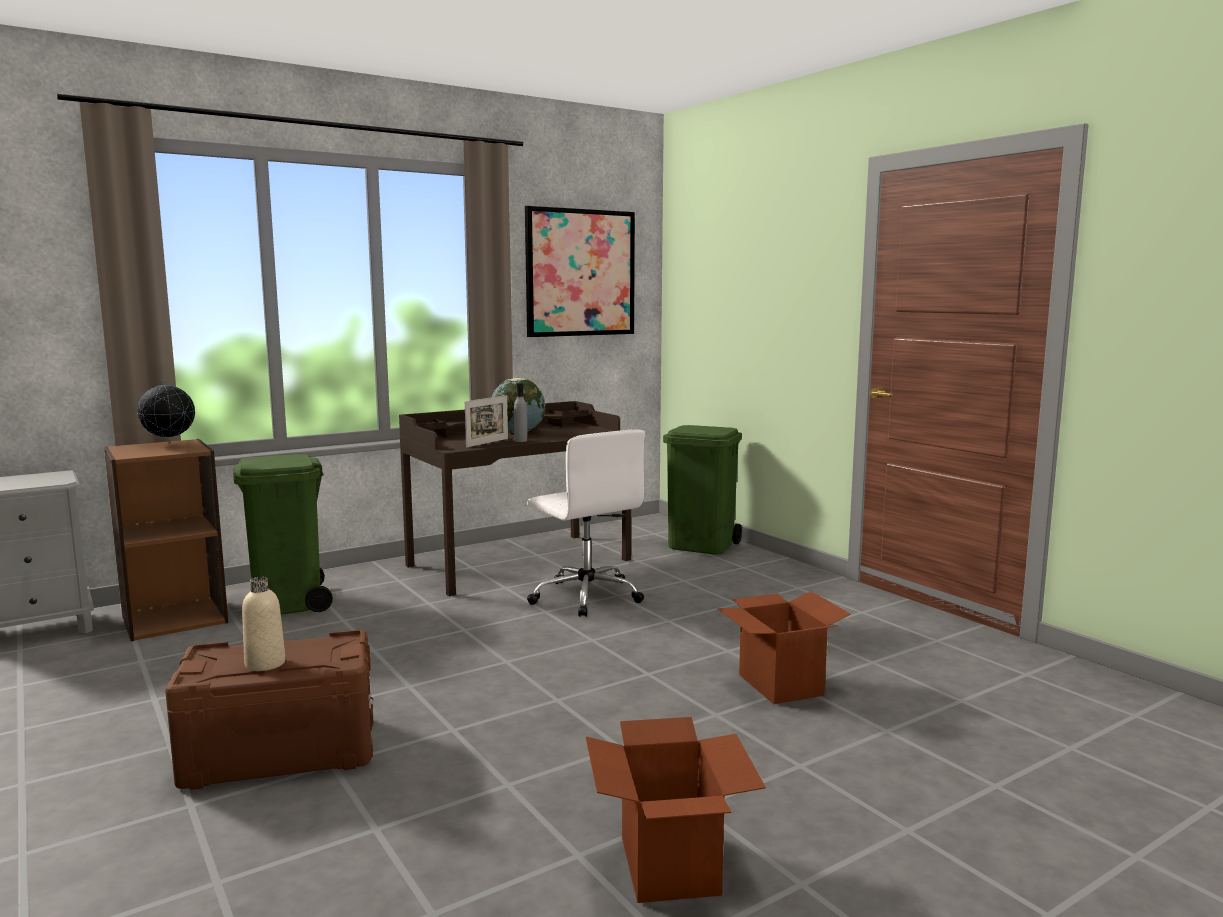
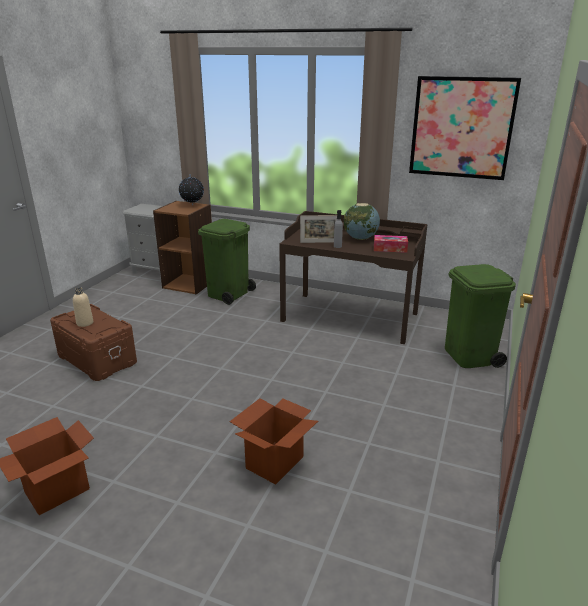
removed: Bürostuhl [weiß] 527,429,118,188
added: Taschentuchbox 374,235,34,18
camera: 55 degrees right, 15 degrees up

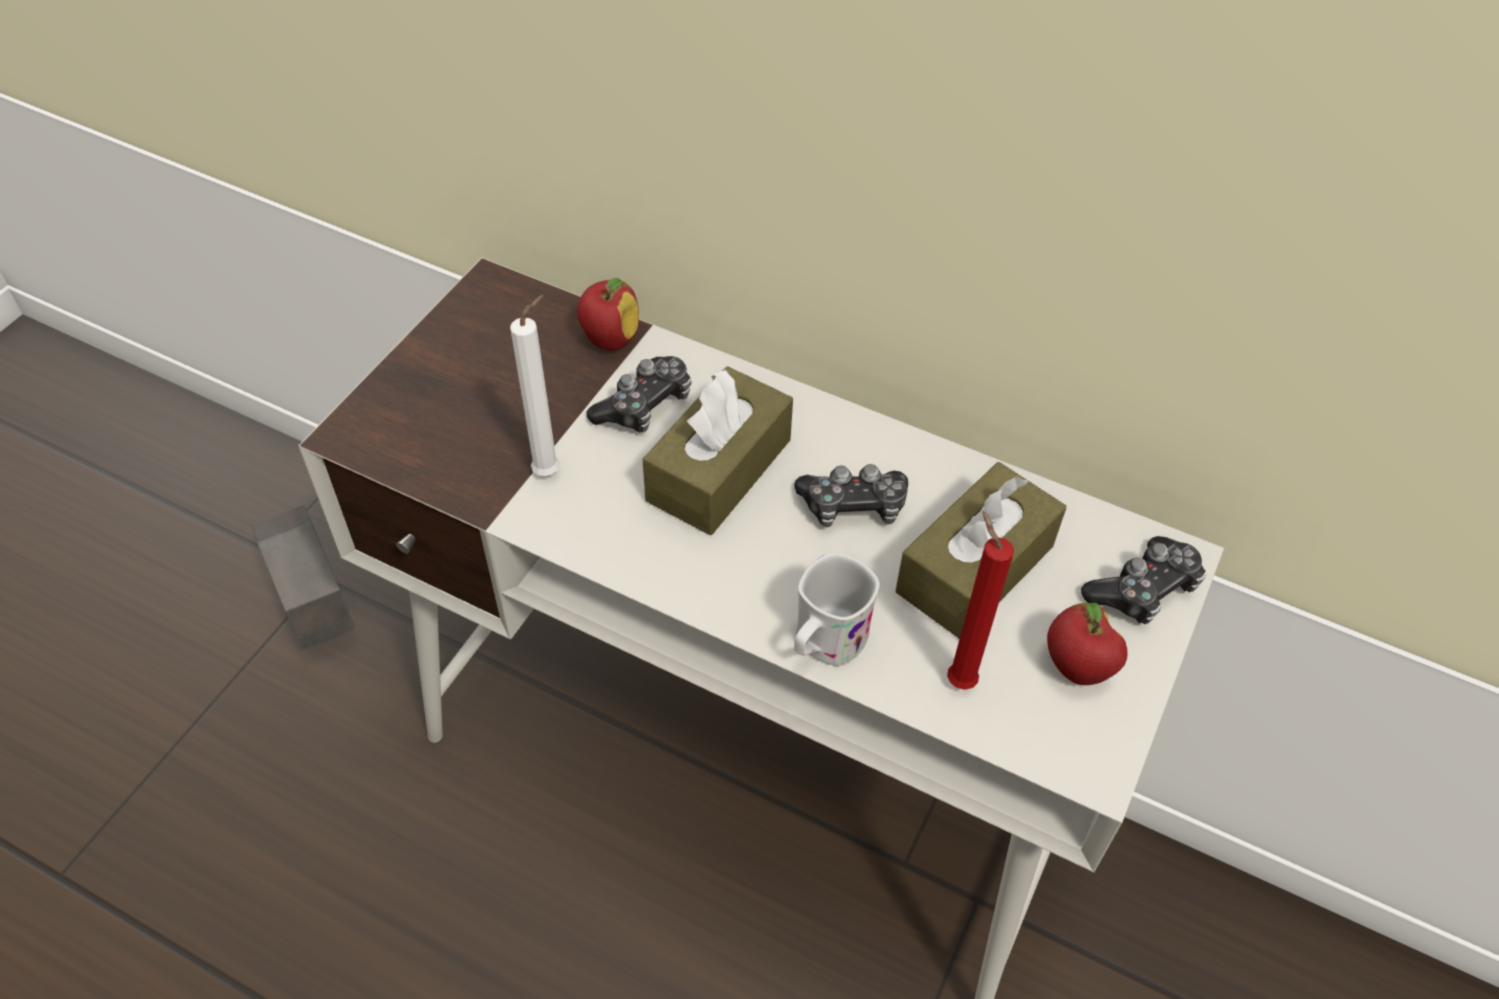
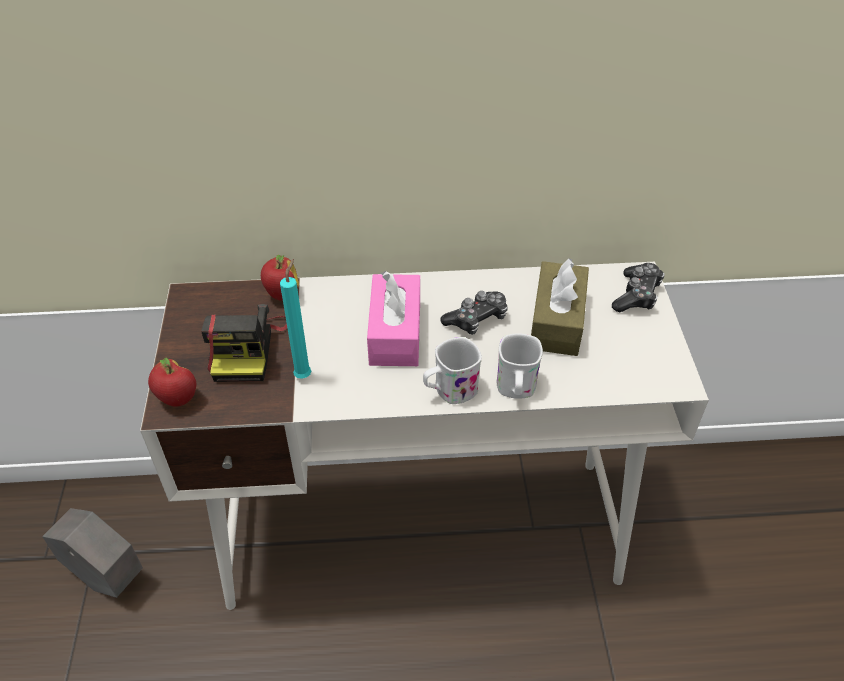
removed: Gamepad 587,356,104,77; Kerze [rot] 947,511,67,179
added: Kamera 201,304,86,78; Henkelbecher [weiß] 423,337,59,67
moved: Apfel 1047,603,80,82 to 148,358,48,48
recoloured: Kerze [weiß] 510,295,50,181 to Kerze [türkis] 280,259,31,120; Taschentuchbox [braun] 643,366,150,169 to Taschentuchbox [rosa] 367,271,53,95
camera: 30 degrees left, 5 degrees down

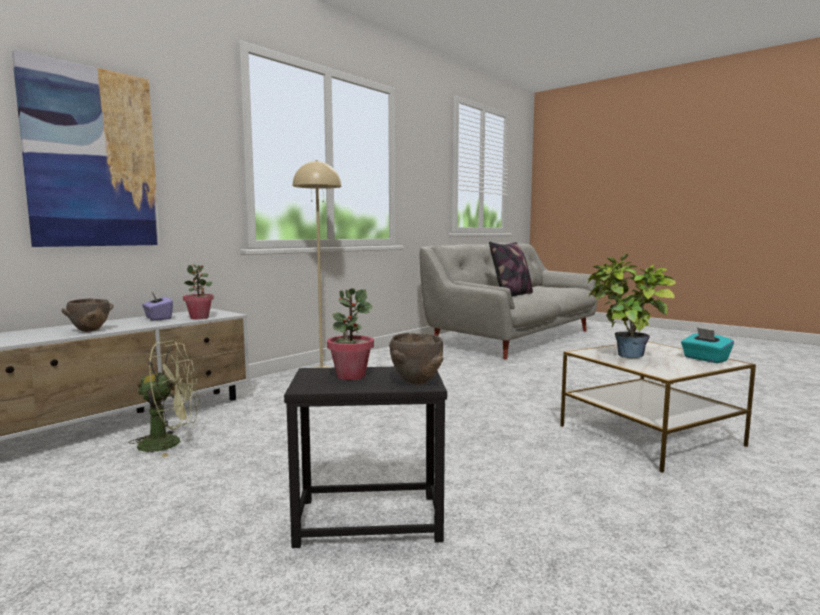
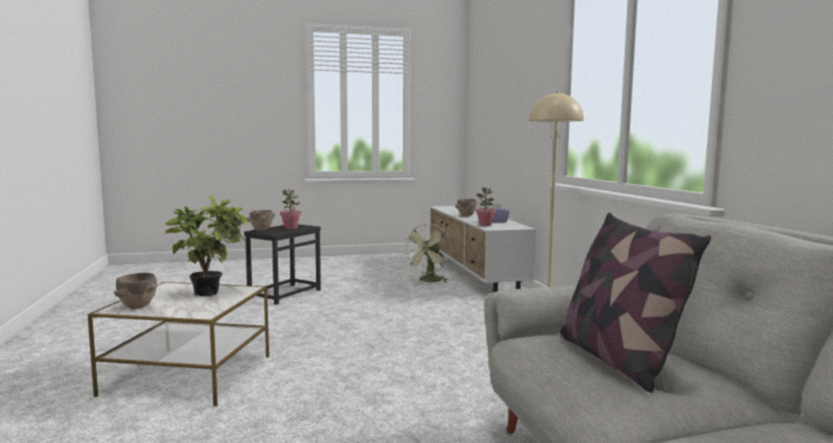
removed: Bild 12,50,148,197
replaced: Taschentuchbox [türkis] 681,327,53,36 to Schüssel [braun] 114,273,43,36
camera: 125 degrees right, 0 degrees up

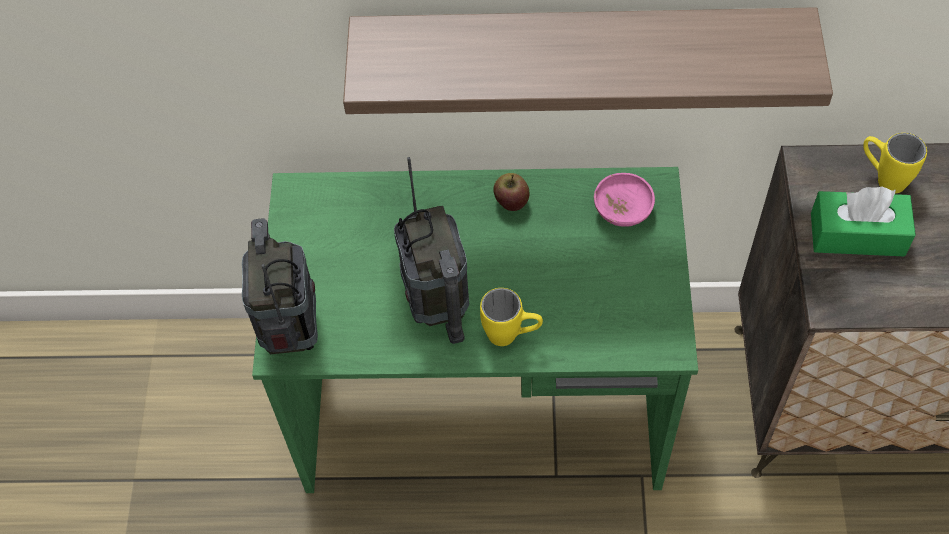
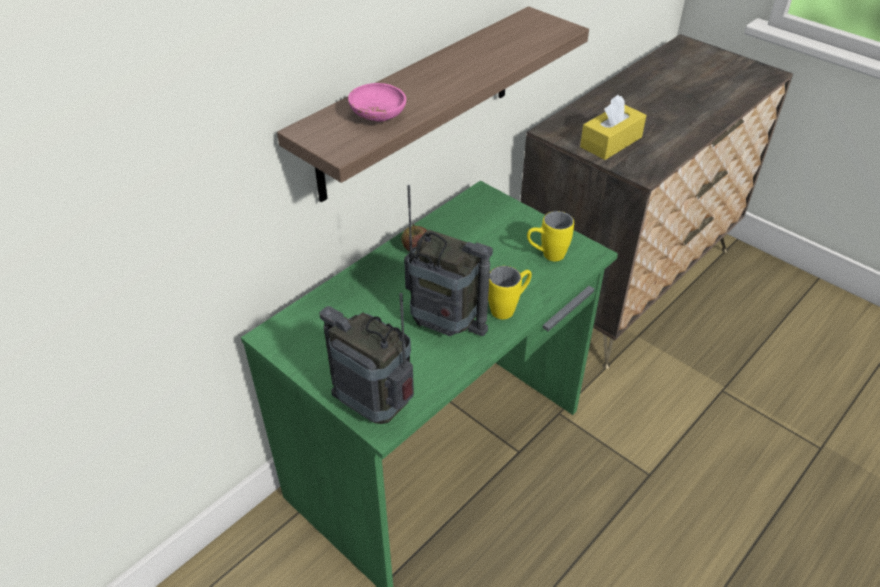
moved: Schüssel [rosa] 594,173,61,54 to 348,83,58,39; Henkelbecher [gelb] 863,133,64,61 to 527,211,47,50
recoloured: Taschentuchbox [grün] 811,186,105,70 to Taschentuchbox [gelb] 580,95,66,65
camera: 50 degrees left, 15 degrees down

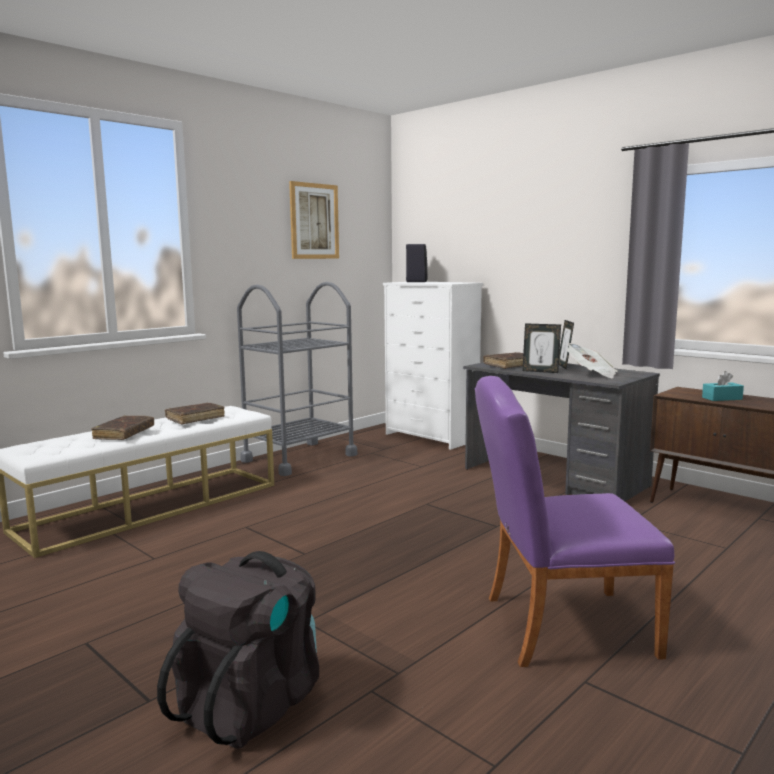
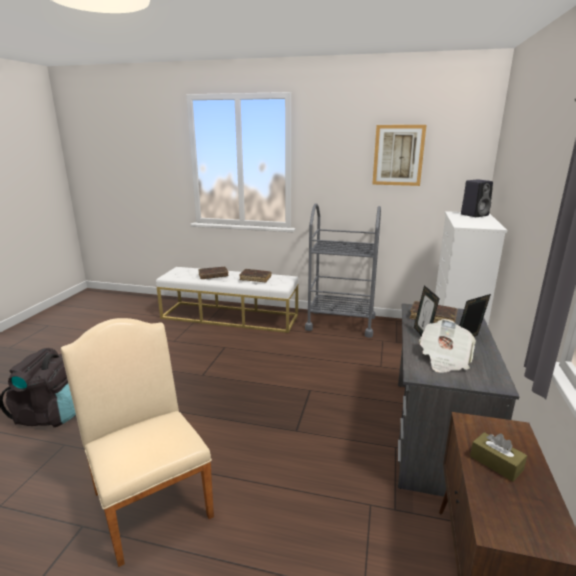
recoloured: Stuhl [lila] 475,376,200,291 to Stuhl [beige] 61,318,153,249; Taschentuchbox [türkis] 702,371,42,30 to Taschentuchbox [braun] 470,432,57,50
camera: 60 degrees right, 10 degrees up

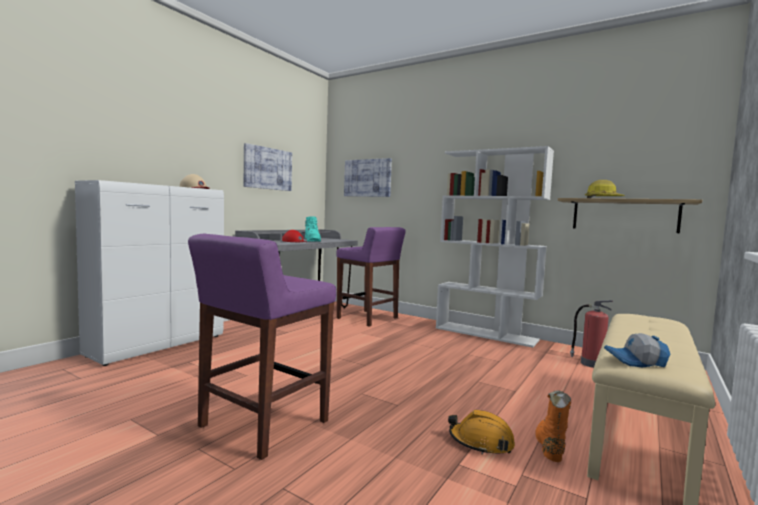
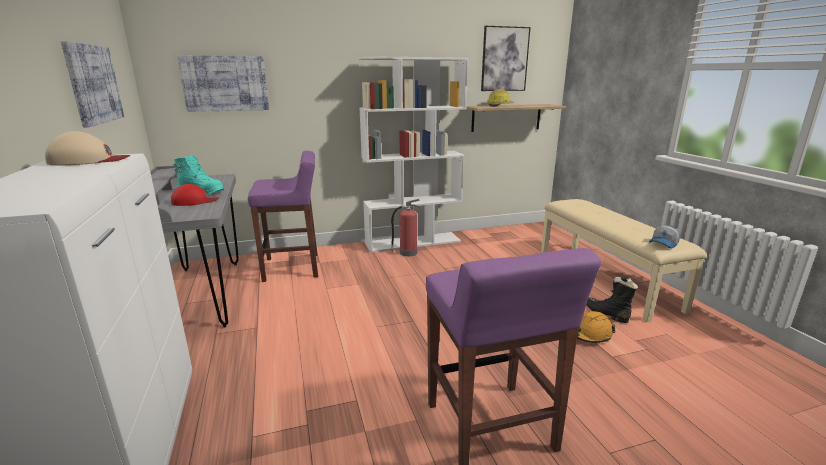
added: Bild 481,26,50,65
moved: Feuerlöscher 570,300,43,68 to 391,199,29,57
recoloured: Stiefel [orange] 535,390,36,72 to Stiefel [schwarz] 586,277,52,46
camera: 50 degrees left, 15 degrees up

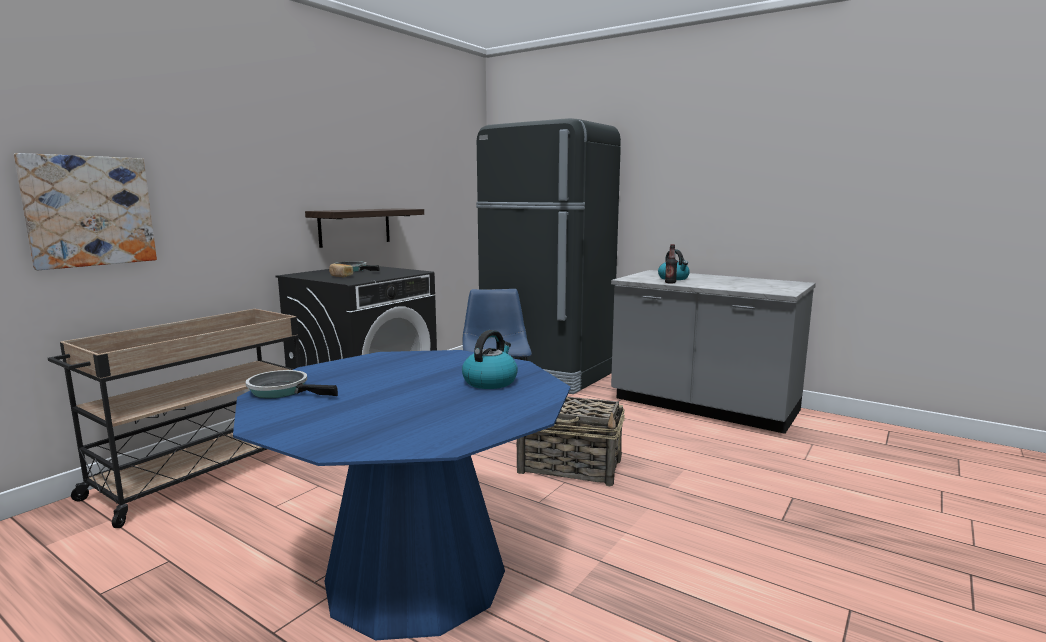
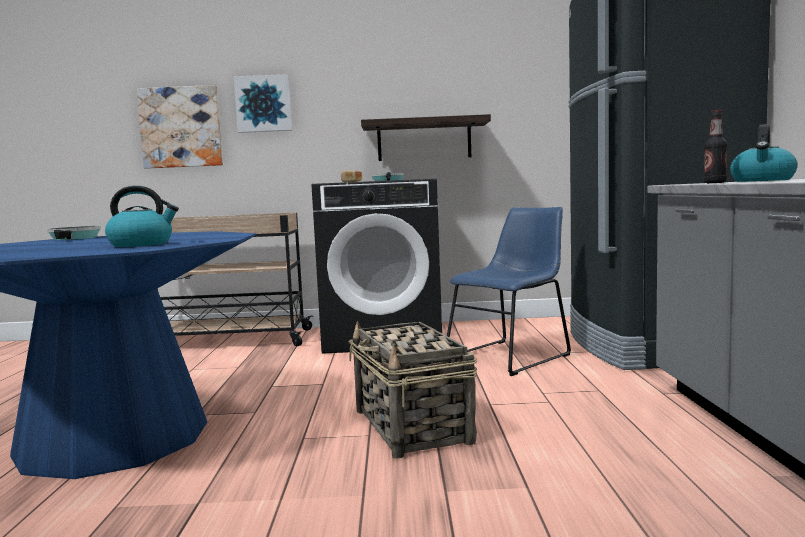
added: Bild 234,74,59,59
camera: 55 degrees right, 5 degrees down

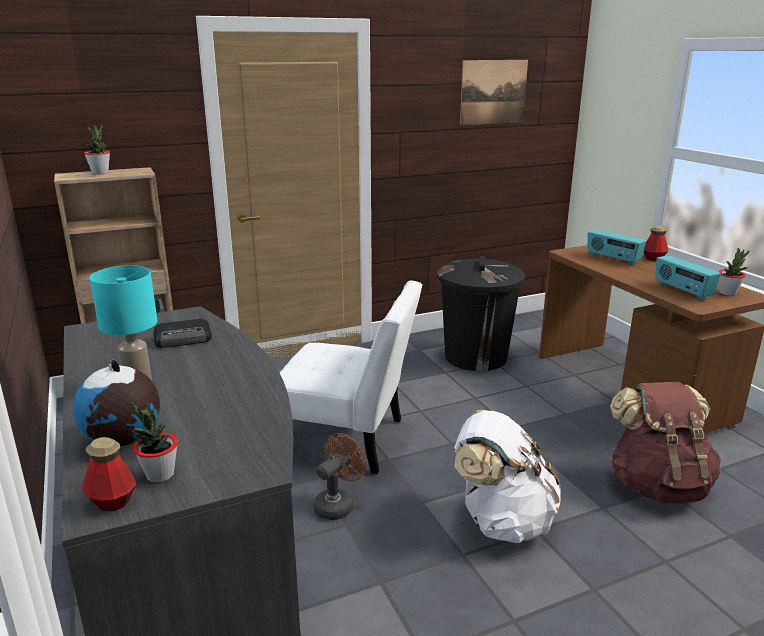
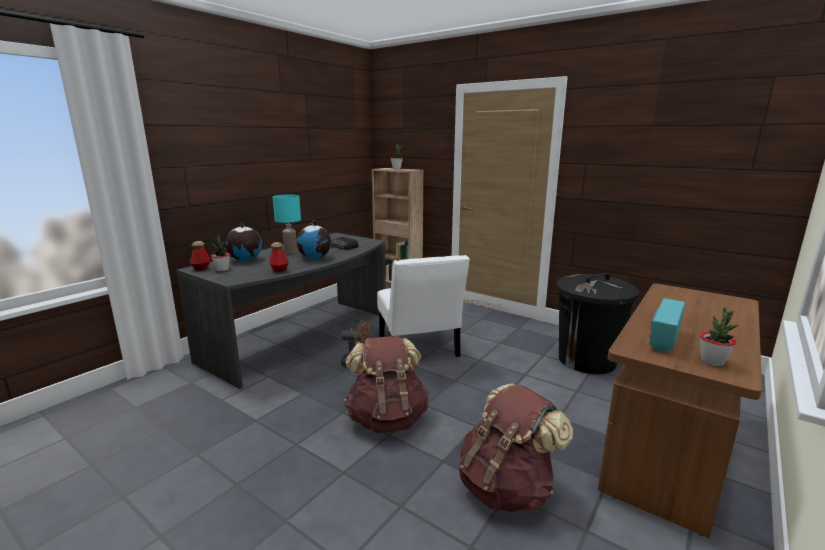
removed: Bild 460,60,68,65; Radio 587,229,59,36
added: Globus 297,220,34,39
moved: Flasche 644,226,25,35 to 269,242,20,30
recoloured: Rucksack [weiß] 454,410,107,133 to Rucksack [braun] 344,336,85,97
camera: 60 degrees right, 5 degrees down

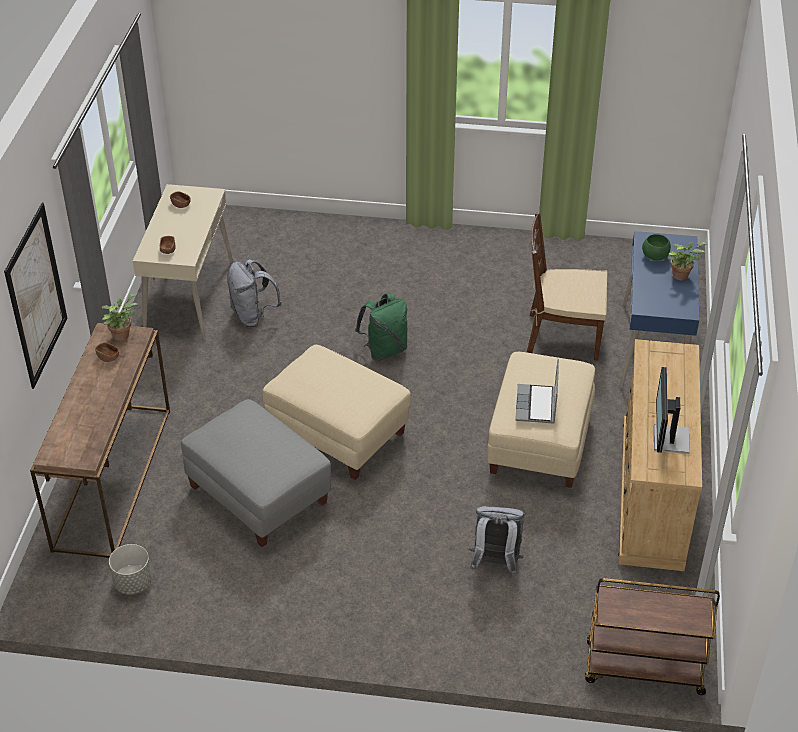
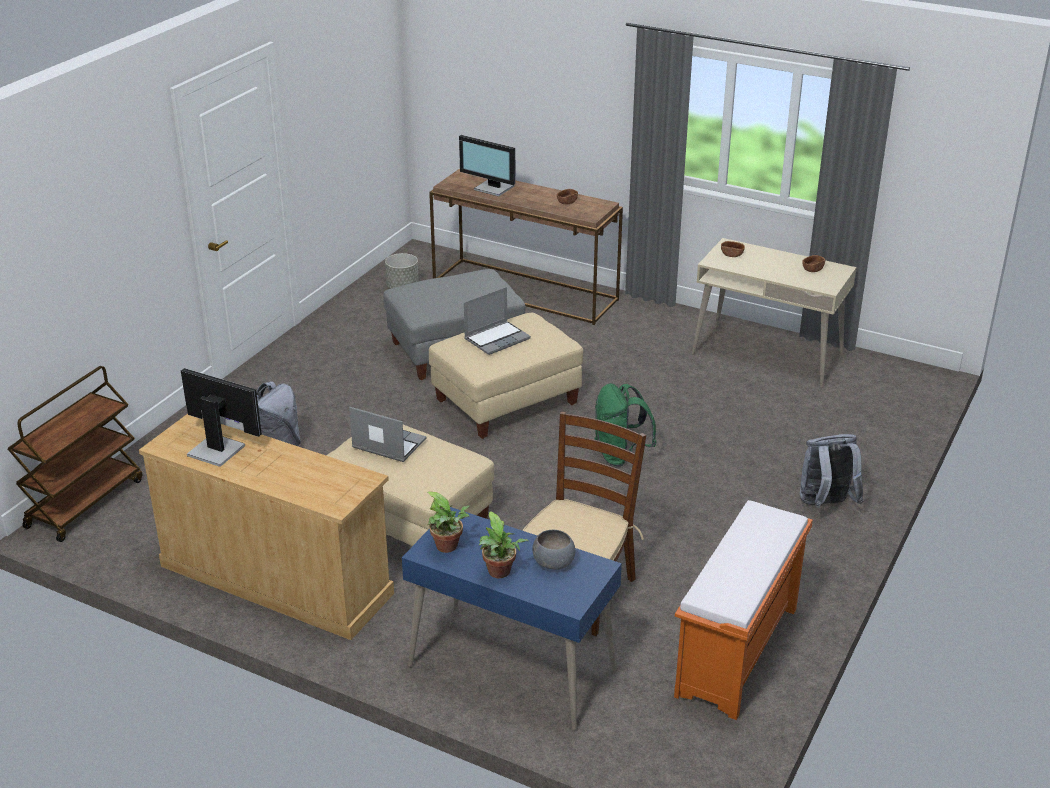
removed: Bild 4,203,64,186
added: Monitor 459,135,56,62; Laptop 464,287,67,68; Bank [orange] 674,500,139,220
moved: Topfpflanze 102,294,36,47 to 427,491,43,62; Rucksack [grau] 227,259,55,68 to 800,434,64,74
recoloured: Schüssel [grün] 642,234,29,27 to Schüssel [grau] 532,530,43,40
camera: 110 degrees right, 10 degrees down

